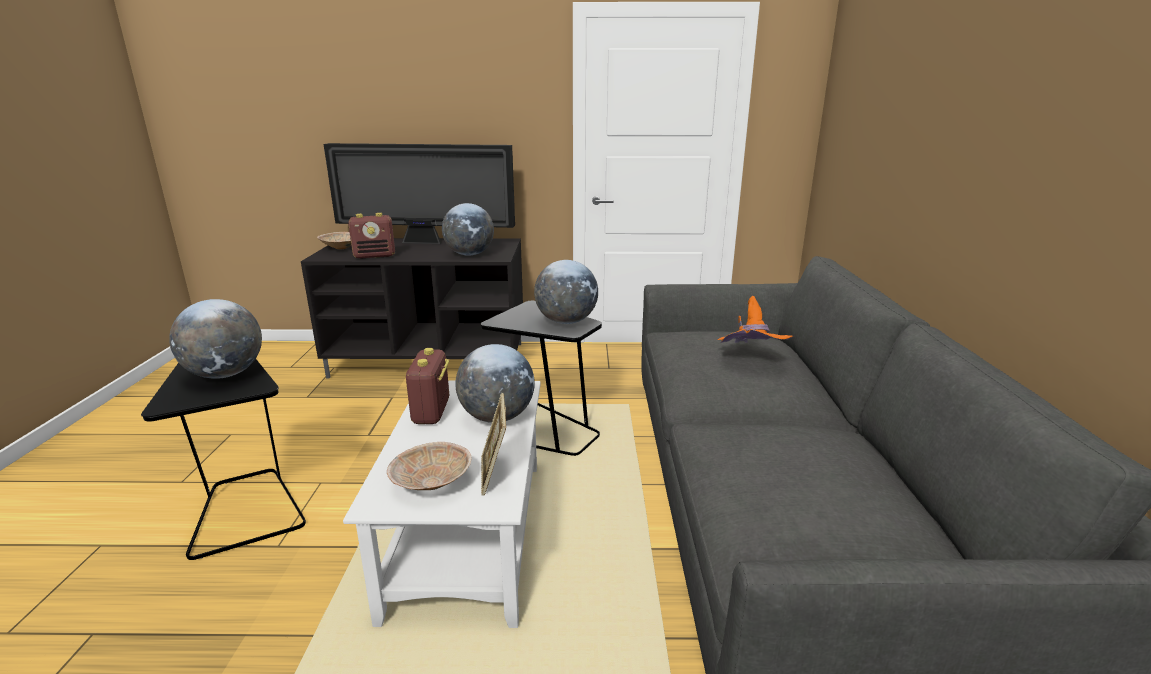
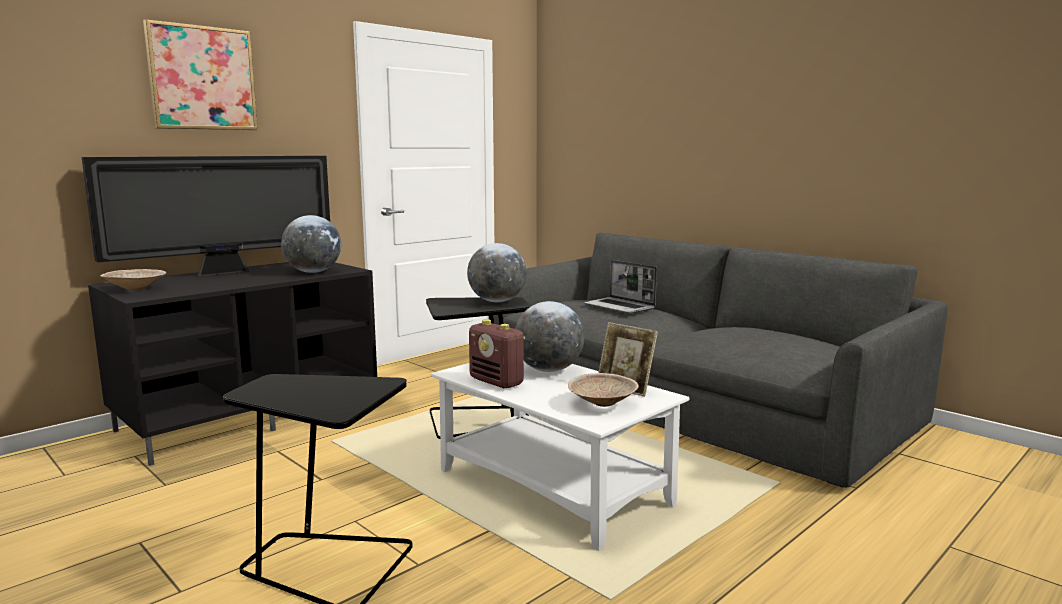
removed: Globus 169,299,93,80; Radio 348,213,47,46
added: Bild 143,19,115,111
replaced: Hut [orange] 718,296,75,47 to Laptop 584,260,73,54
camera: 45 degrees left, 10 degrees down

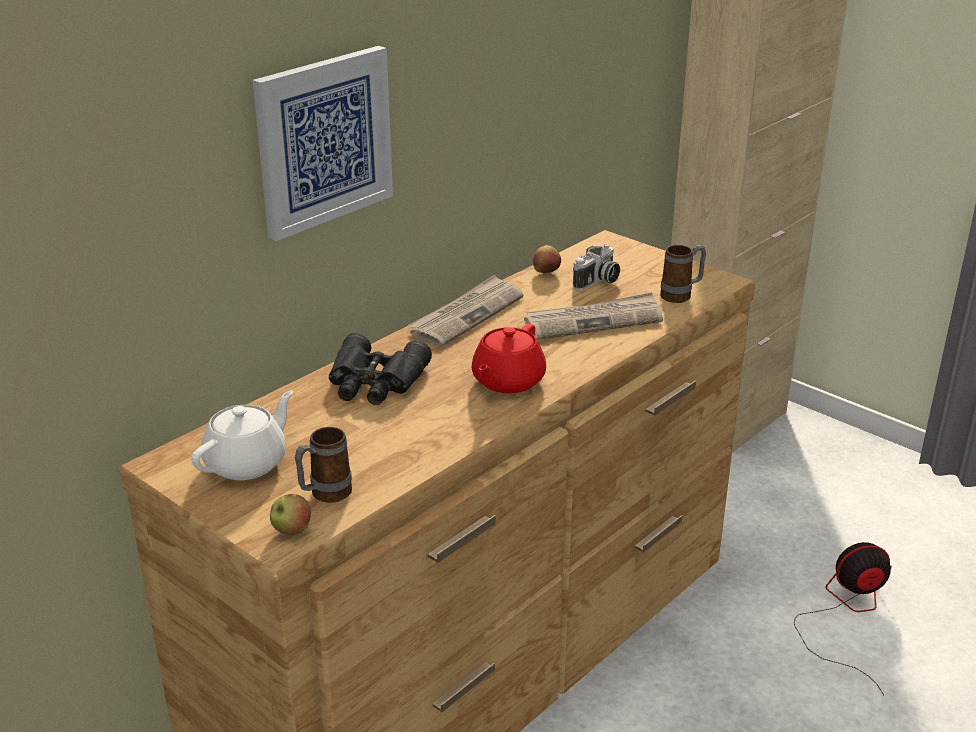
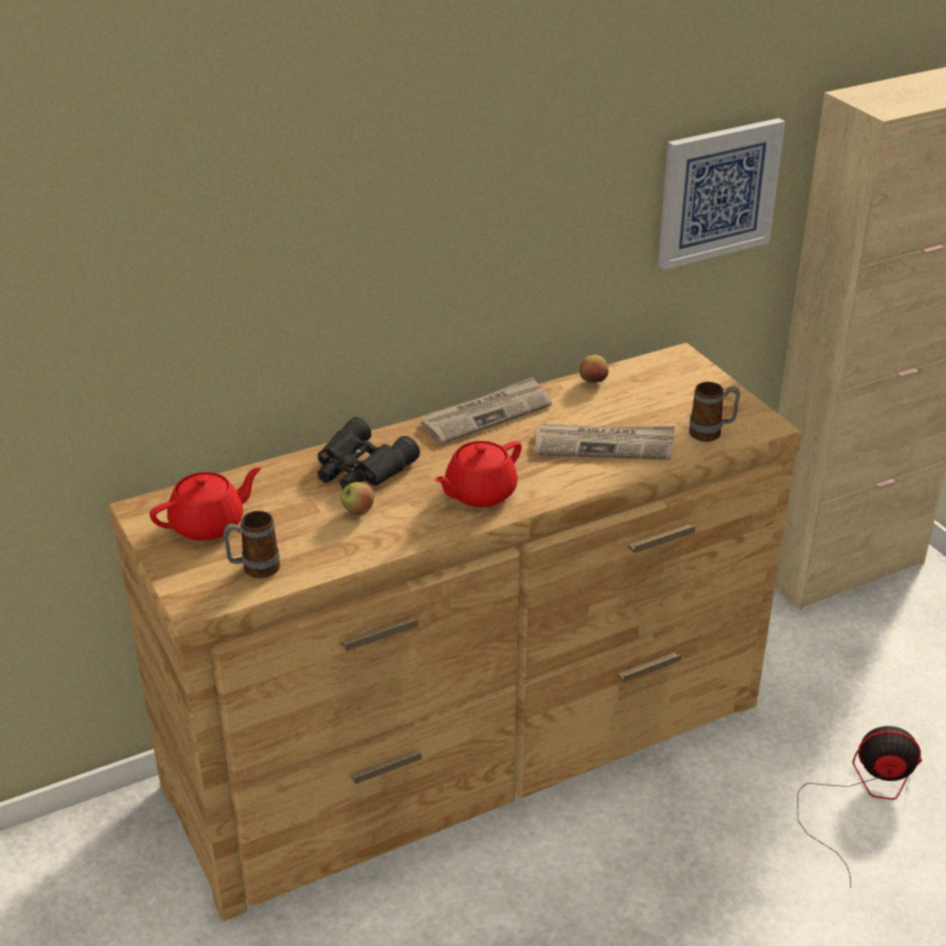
removed: Kamera 573,244,47,46
moved: Bild 252,46,141,195 to 658,118,127,152; Apfel 270,494,41,41 to 341,482,33,33
recoloured: Teekanne [weiß] 191,391,102,89 to Teekanne [rot] 150,467,111,74
camera: 20 degrees right, 5 degrees up

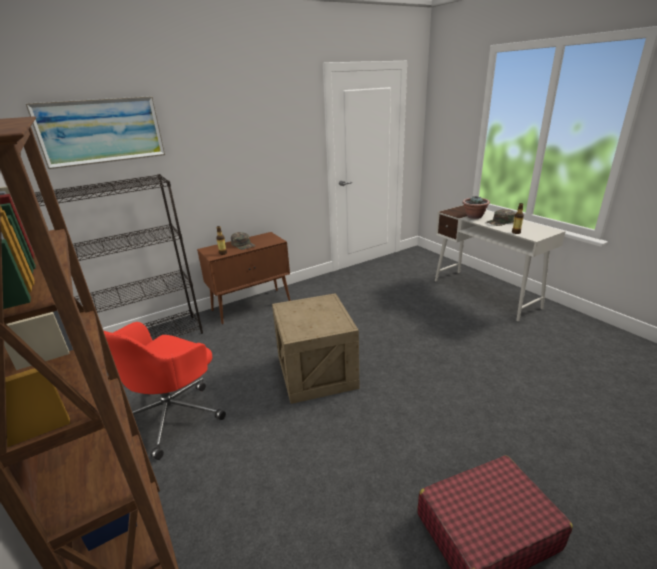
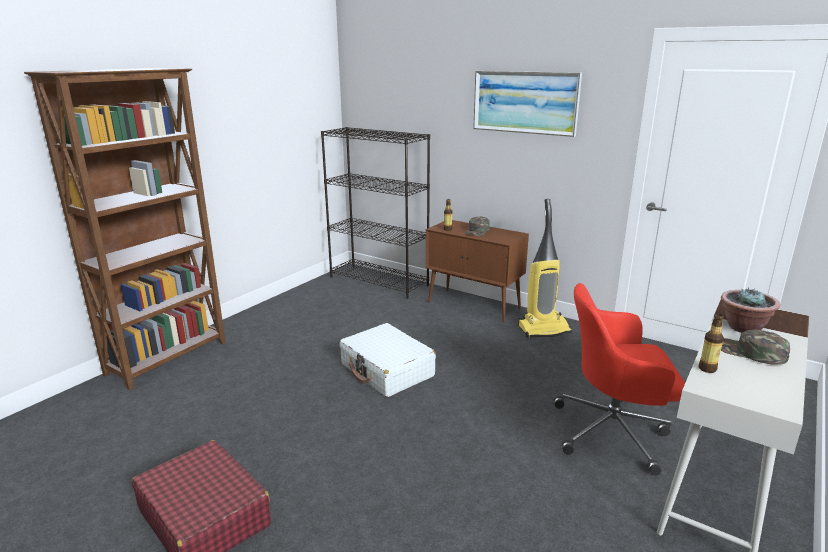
added: Staubsauger 518,199,54,139
moved: Bild 25,96,140,73 to 473,71,109,66; Bürostuhl [rot] 103,322,123,138 to 554,283,131,192
replaced: Kiste 272,293,87,111 to Koffer [weiß] 339,323,97,74
camera: 65 degrees right, 5 degrees down

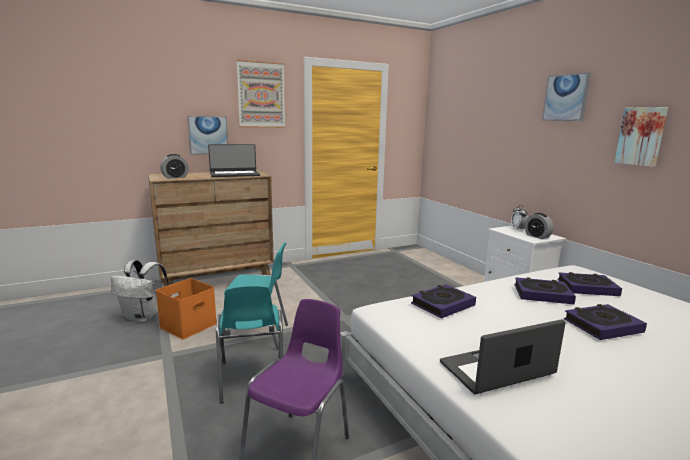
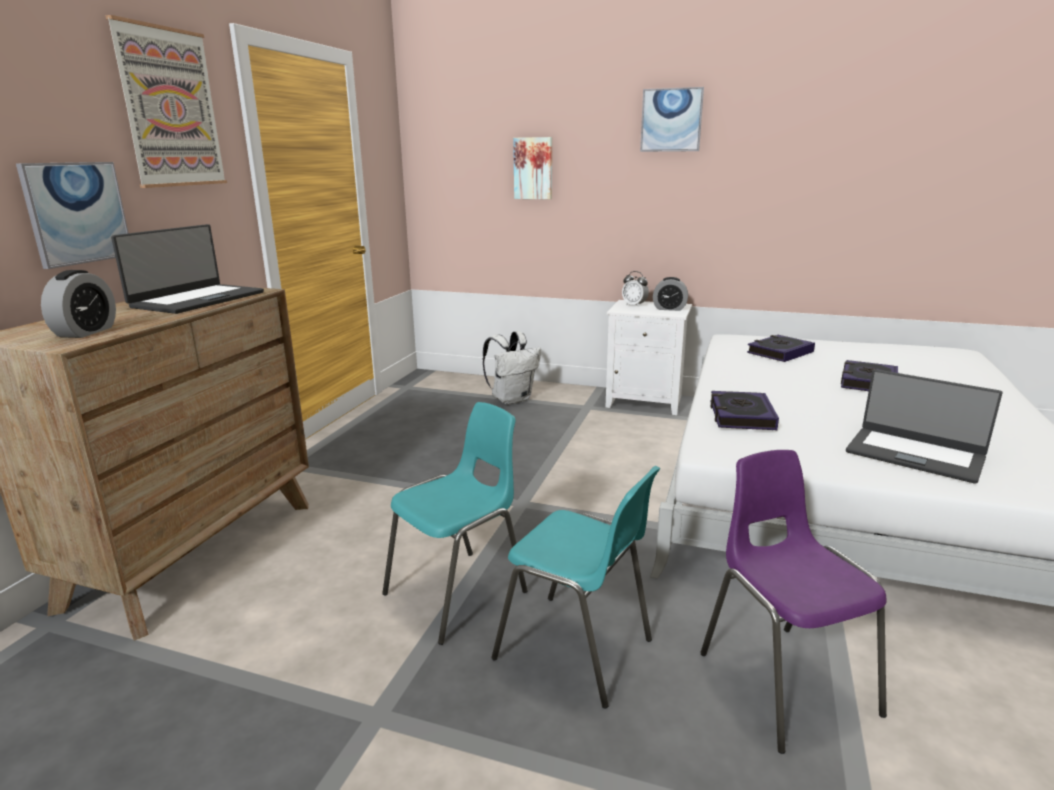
removed: Aufbewahrungsbox [orange] 156,278,60,62; Buch 514,277,62,27
moved: Rucksack [weiß] 111,260,58,62 to 483,331,58,74; Bild 614,107,54,60 to 513,137,39,63
turned: Laptop 440,319,126,75 = 846,369,157,115 75 degrees counterclockwise
camera: 45 degrees left, 5 degrees up

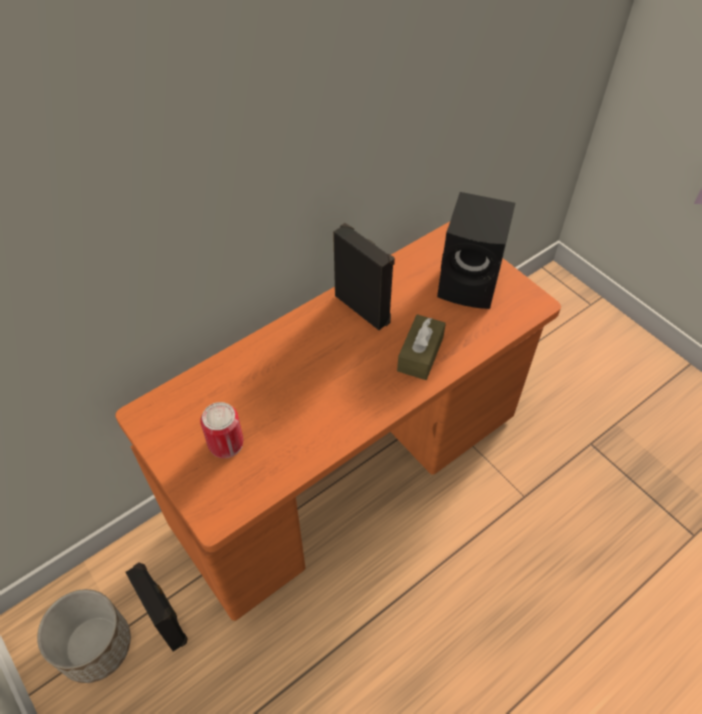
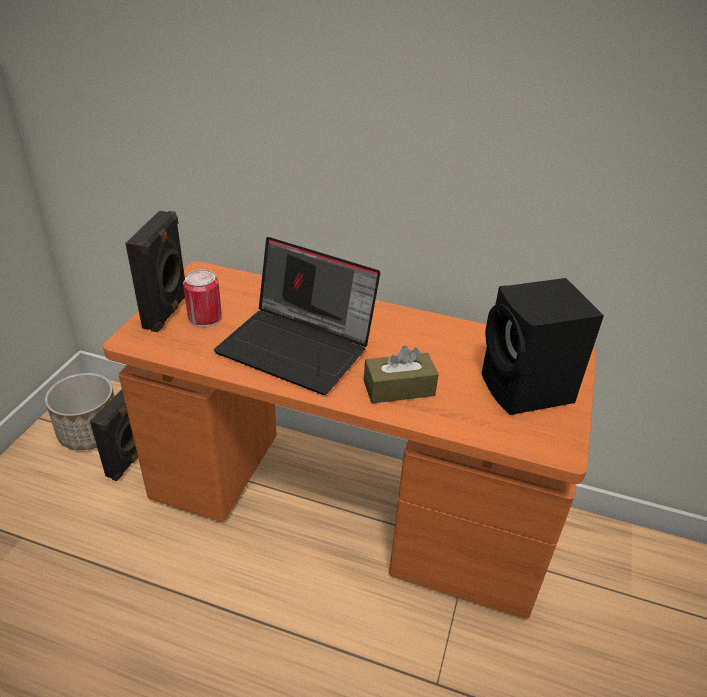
added: Laptop 214,237,166,158
moved: Lautsprecher [schwarz] 333,223,62,107 to 125,211,60,121
camera: 55 degrees right, 15 degrees down

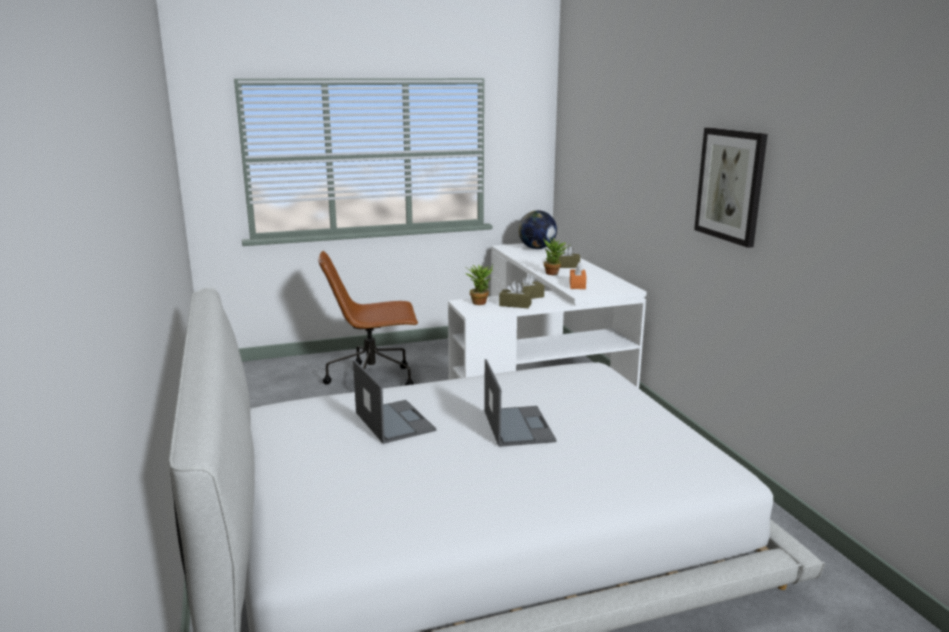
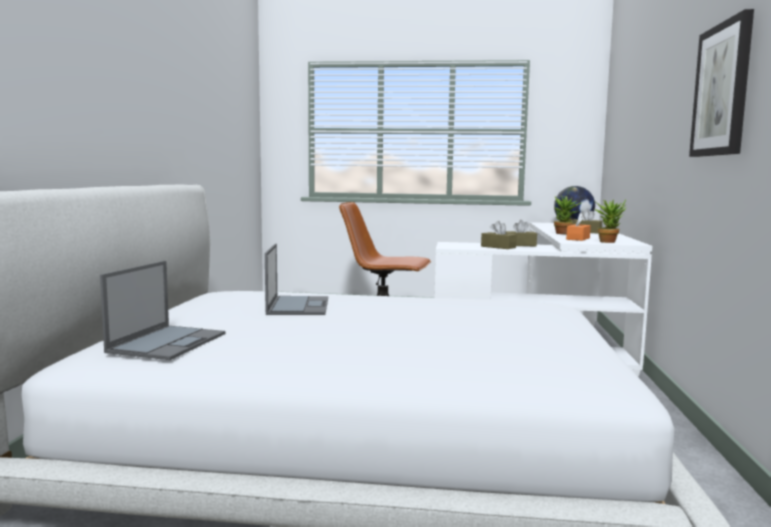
moved: Topfpflanze 465,264,28,41 to 594,199,32,44; Laptop 484,359,72,88 to 100,261,125,99
camera: 25 degrees right, 10 degrees down

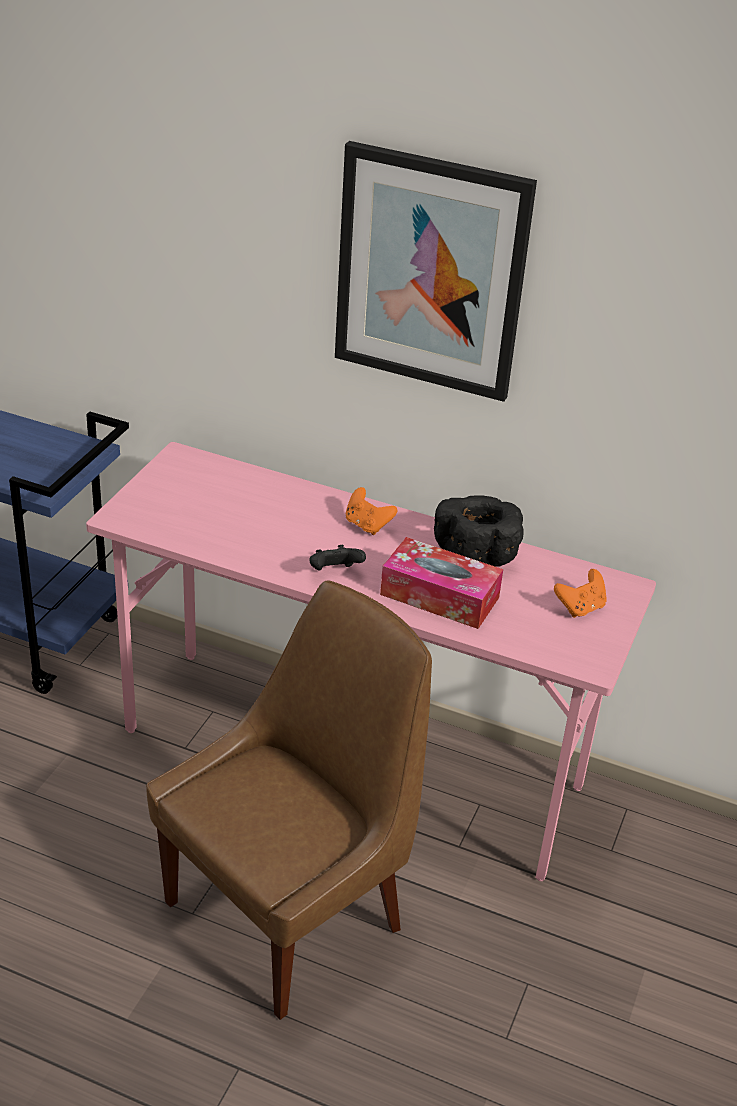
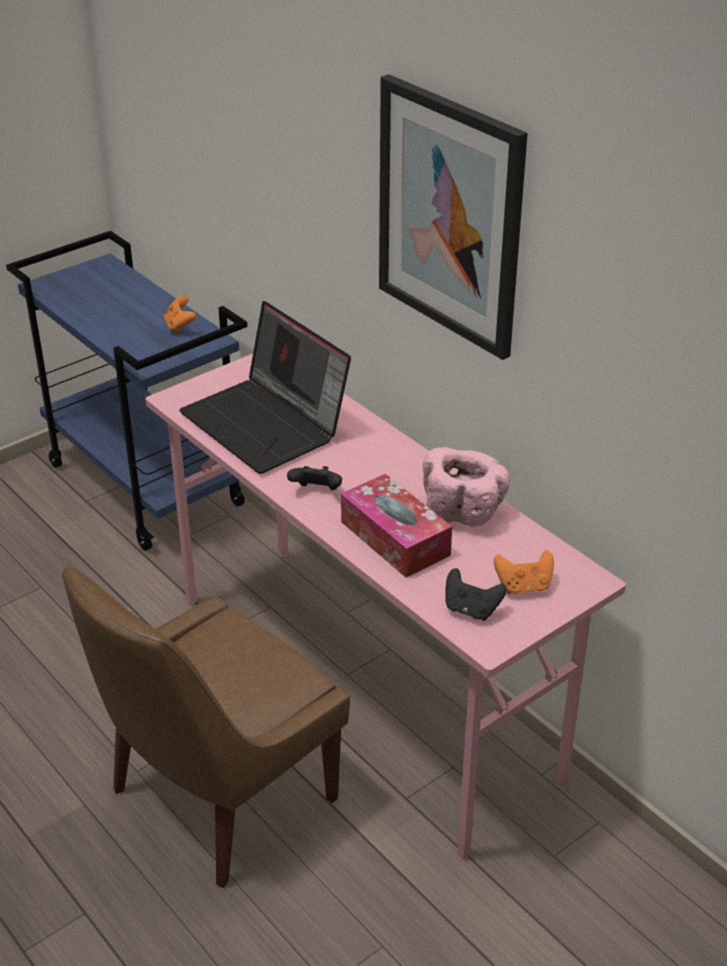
added: Laptop 179,301,172,173; Gamepad [schwarz] 445,568,62,53
moved: Gamepad [orange] 346,487,51,48 to 164,295,32,39
recoloured: Schüssel [schwarz] 434,495,90,72 to Schüssel [rosa] 423,447,87,80
turned: Stuhl [braun] 146,581,286,439 = 62,566,288,322 150 degrees clockwise
camera: 30 degrees right, 0 degrees up

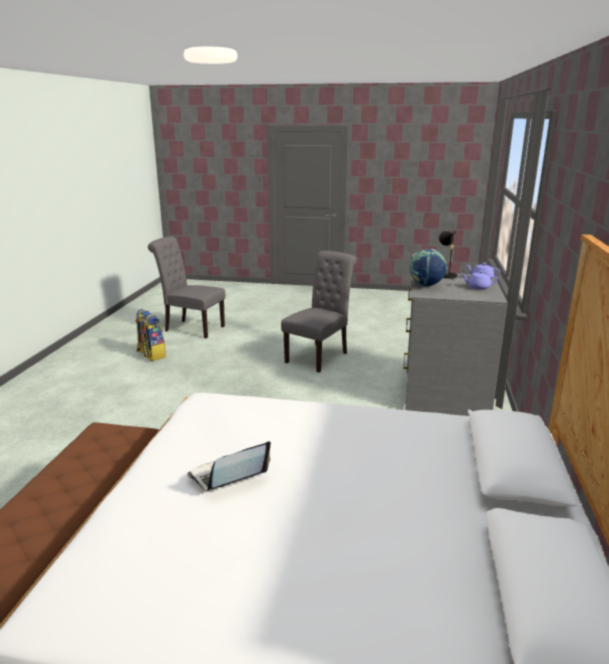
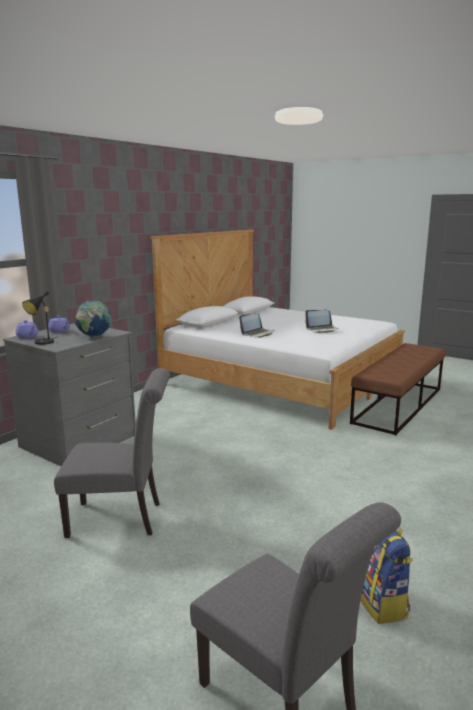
added: Laptop 239,313,35,25
turned: Stuhl [grau] 281,251,76,122 = 54,368,116,170 150 degrees counterclockwise
camera: 155 degrees left, 5 degrees down

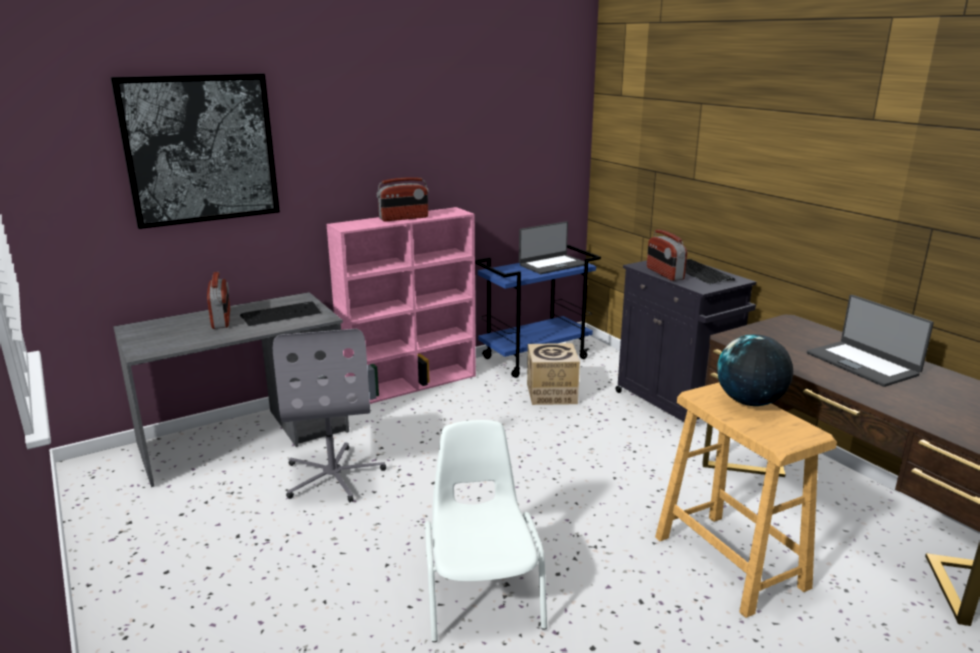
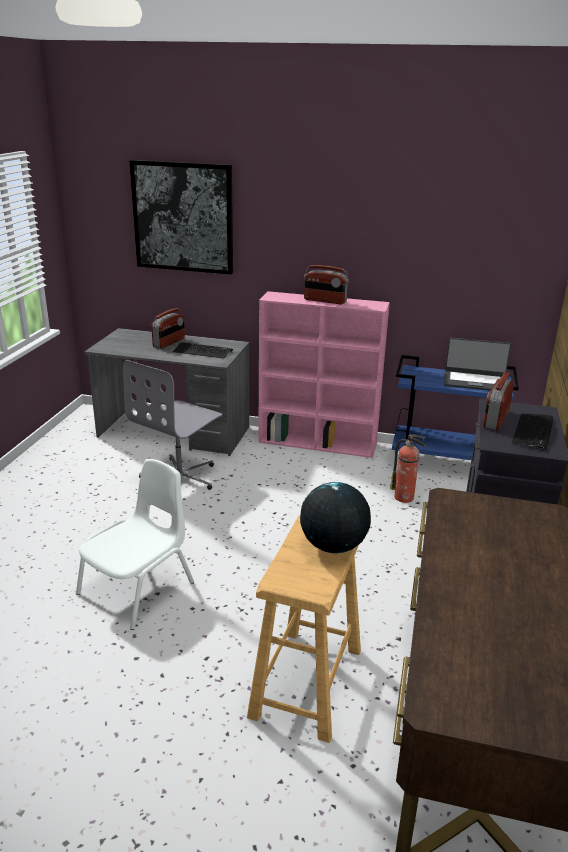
removed: Laptop 807,295,127,92
replaced: Karton 527,343,53,62 to Feuerlöscher 390,434,37,69
camera: 45 degrees right, 5 degrees up

